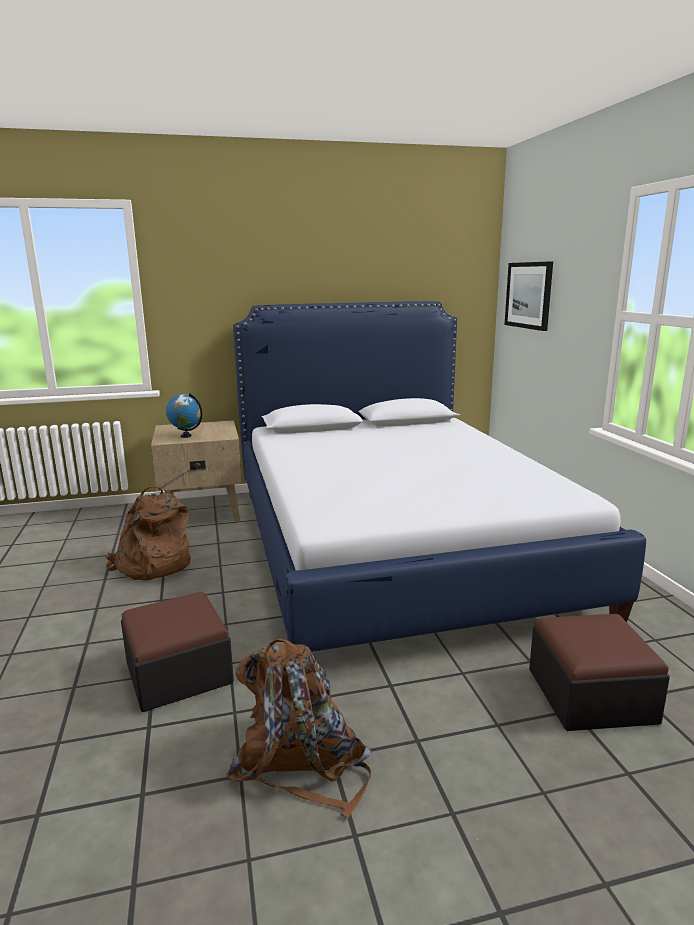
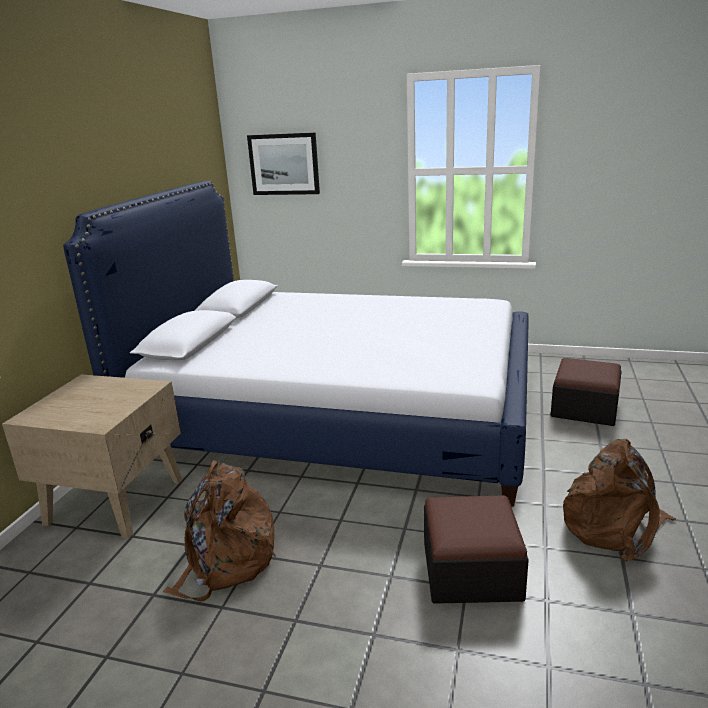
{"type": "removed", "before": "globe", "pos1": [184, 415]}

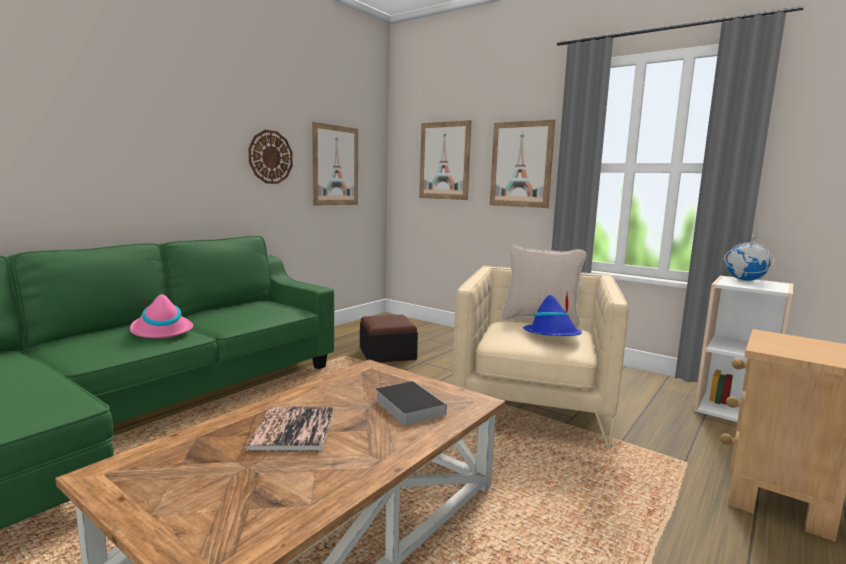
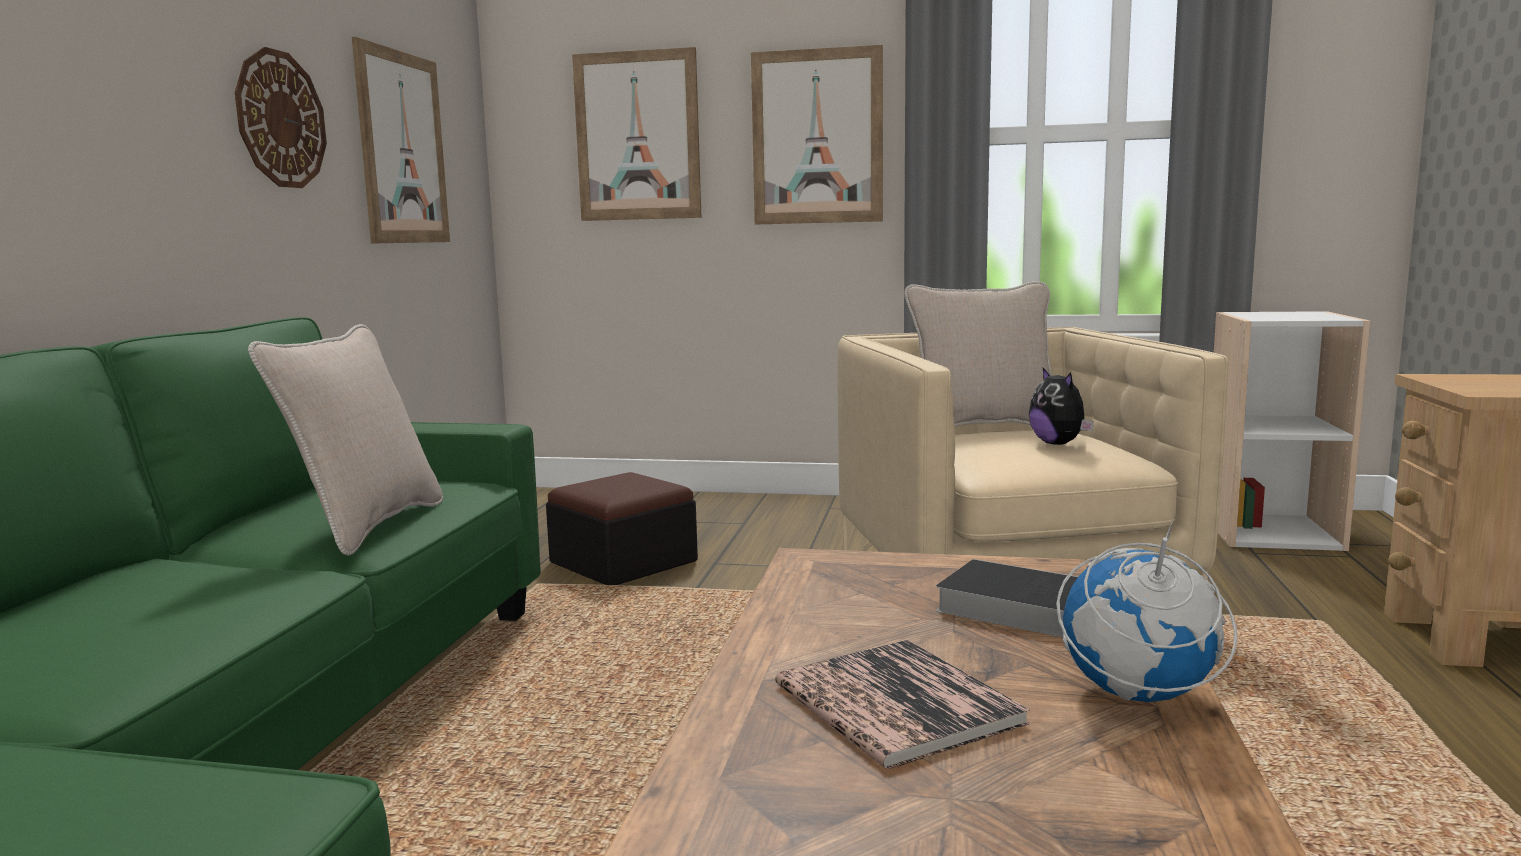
{"type": "removed", "before": "hat (pink)", "pos1": [161, 315]}
{"type": "replaced", "before": "hat (blue)", "after": "plush toy", "pos1": [552, 314], "pos2": [1061, 406]}
{"type": "moved", "before": "globe", "pos1": [749, 257], "pos2": [1146, 611]}
{"type": "added", "after": "pillow (beige)", "pos2": [345, 440]}

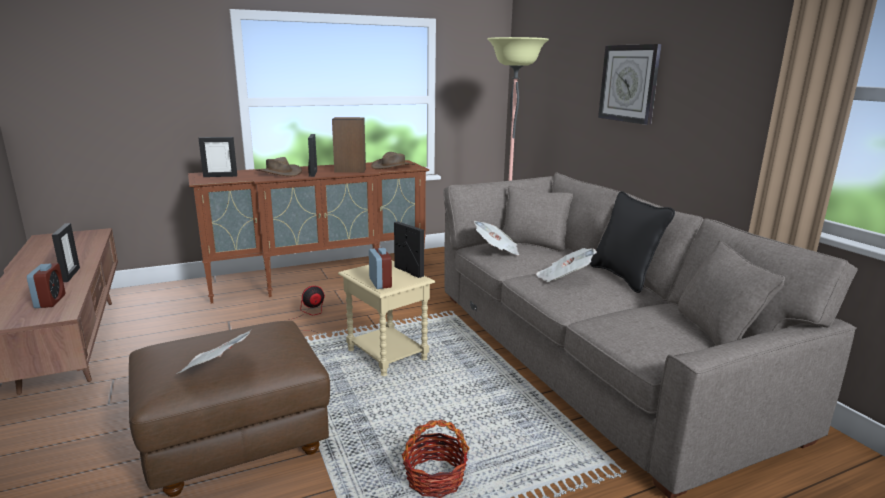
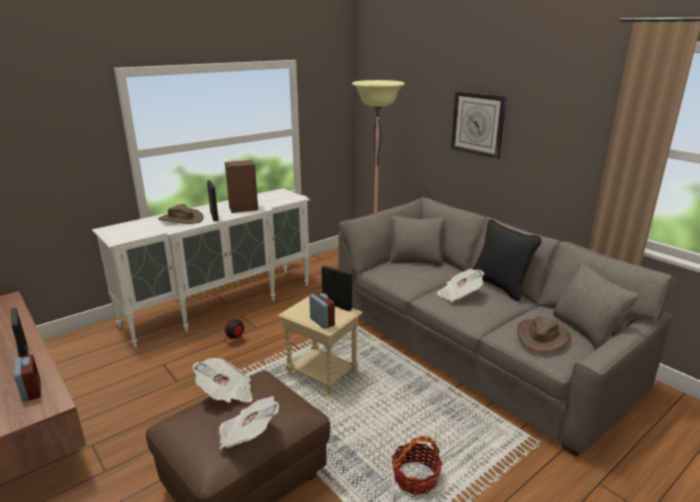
{"type": "recoloured", "before": "cabinet (brown)", "after": "cabinet (white)", "pos1": [308, 231], "pos2": [201, 268]}
{"type": "removed", "before": "picture frame", "pos1": [217, 157]}
{"type": "moved", "before": "hat (brown)", "pos1": [393, 160], "pos2": [544, 334]}
{"type": "moved", "before": "newspaper", "pos1": [496, 238], "pos2": [222, 380]}

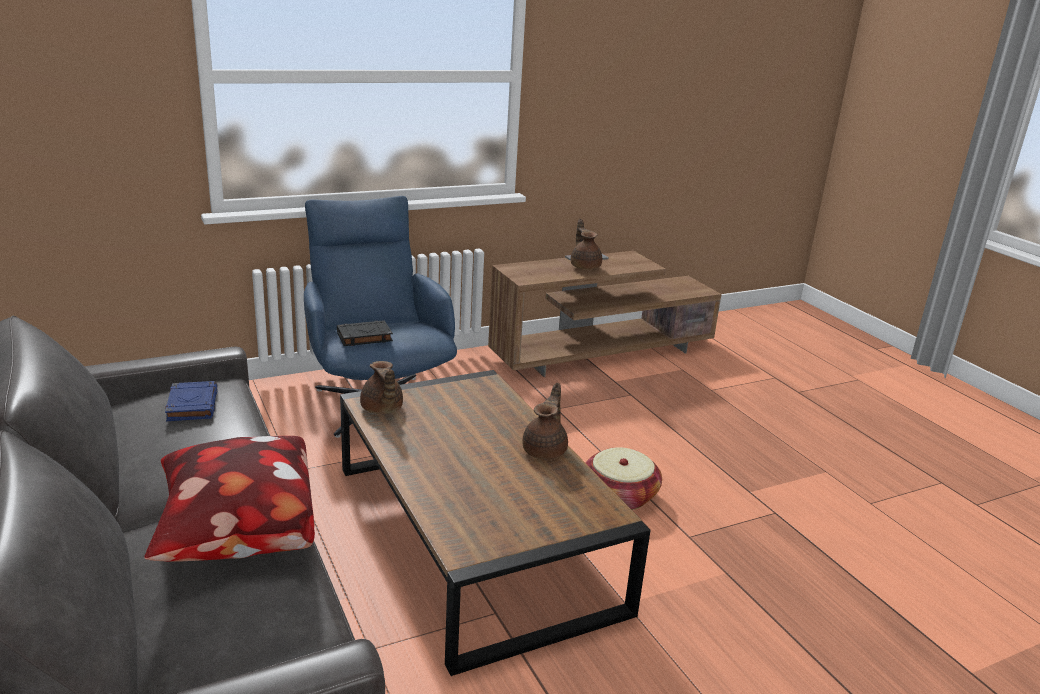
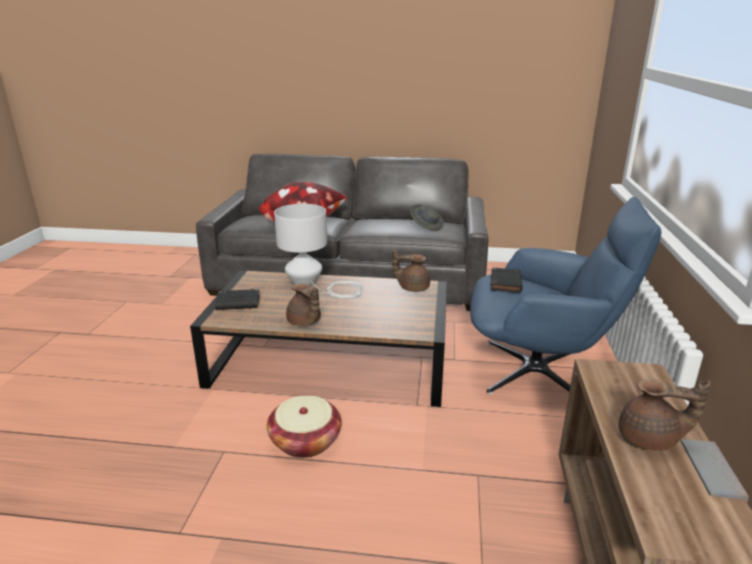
{"type": "replaced", "before": "book (blue)", "after": "hat (grey)", "pos1": [191, 401], "pos2": [427, 217]}
{"type": "added", "after": "book (black)", "pos2": [237, 299]}
{"type": "added", "after": "table lamp (white)", "pos2": [318, 251]}

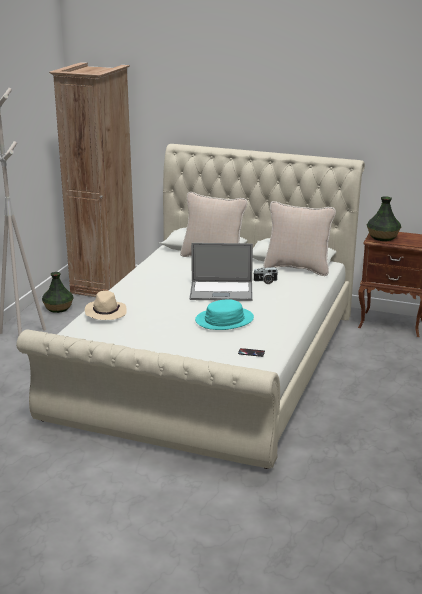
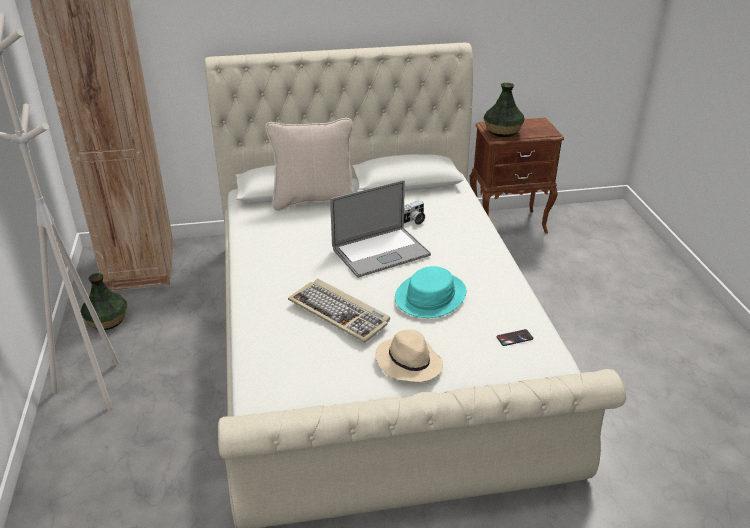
{"type": "moved", "before": "hat (beige)", "pos1": [106, 305], "pos2": [409, 355]}
{"type": "removed", "before": "pillow (beige)", "pos1": [299, 238]}
{"type": "added", "after": "keyboard", "pos2": [339, 311]}

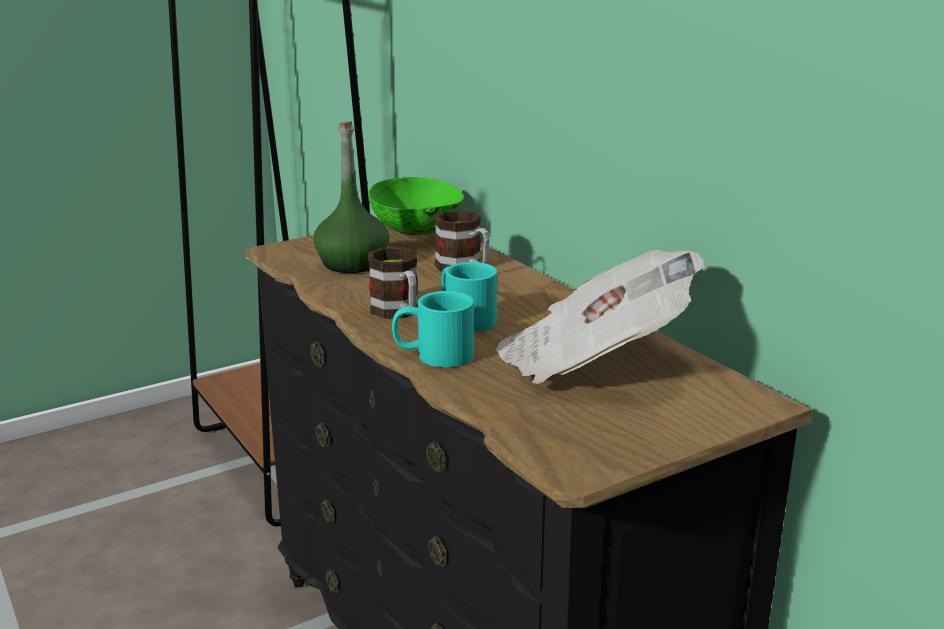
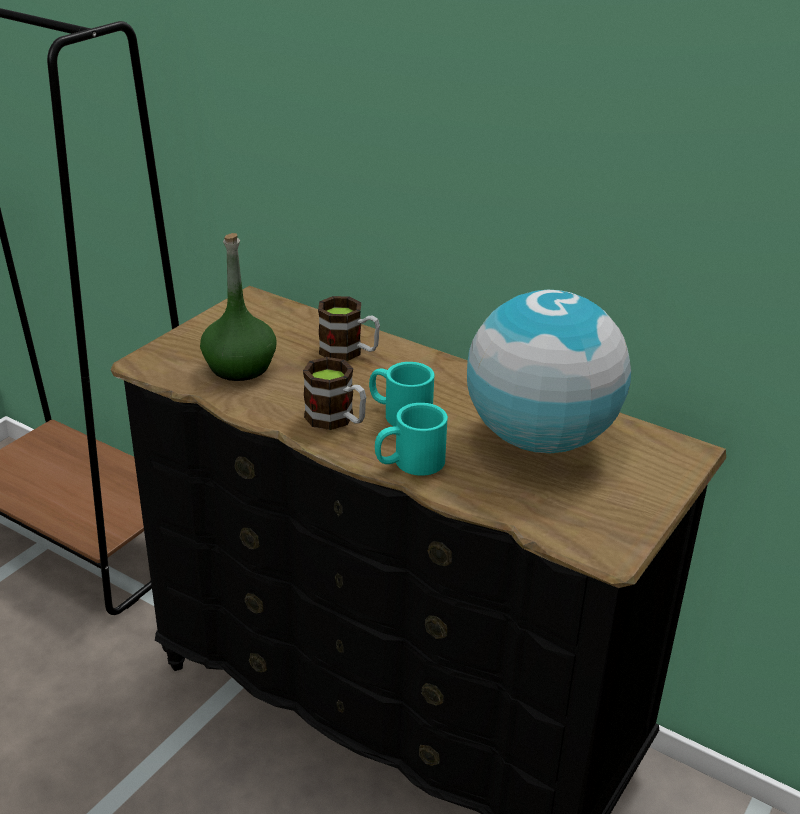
{"type": "removed", "before": "bowl (green)", "pos1": [416, 205]}
{"type": "replaced", "before": "newspaper", "after": "globe", "pos1": [600, 316], "pos2": [549, 371]}

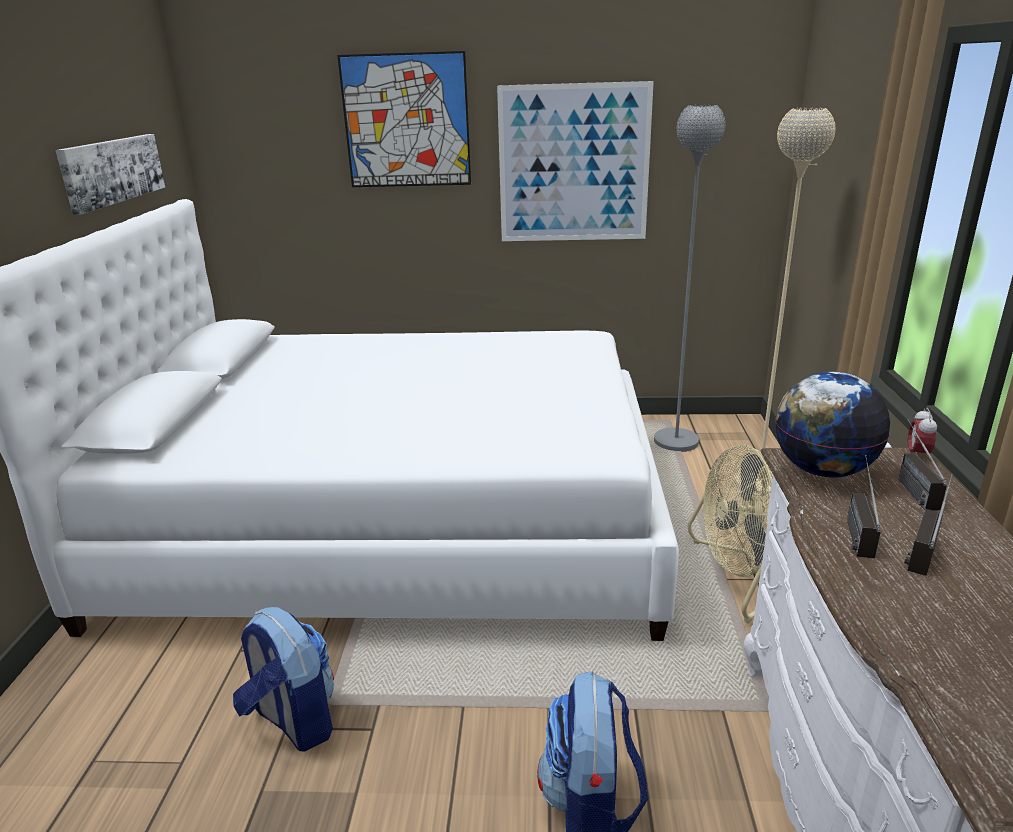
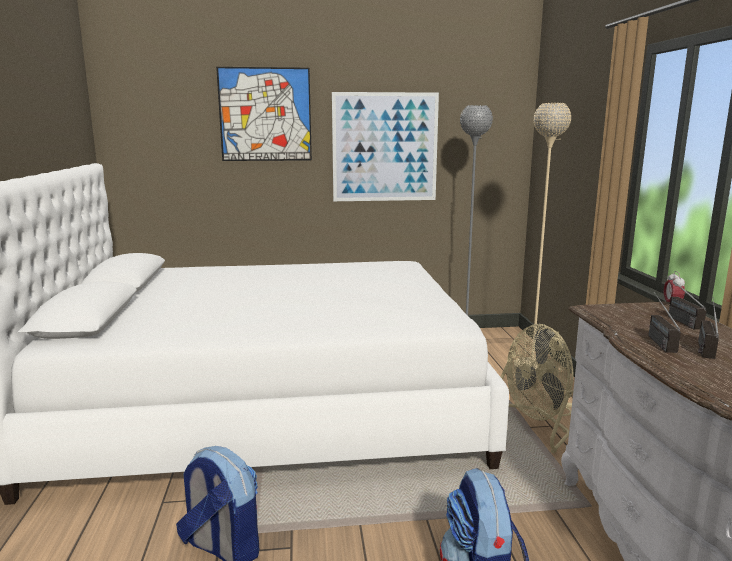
{"type": "removed", "before": "picture", "pos1": [110, 174]}
{"type": "removed", "before": "globe", "pos1": [832, 424]}

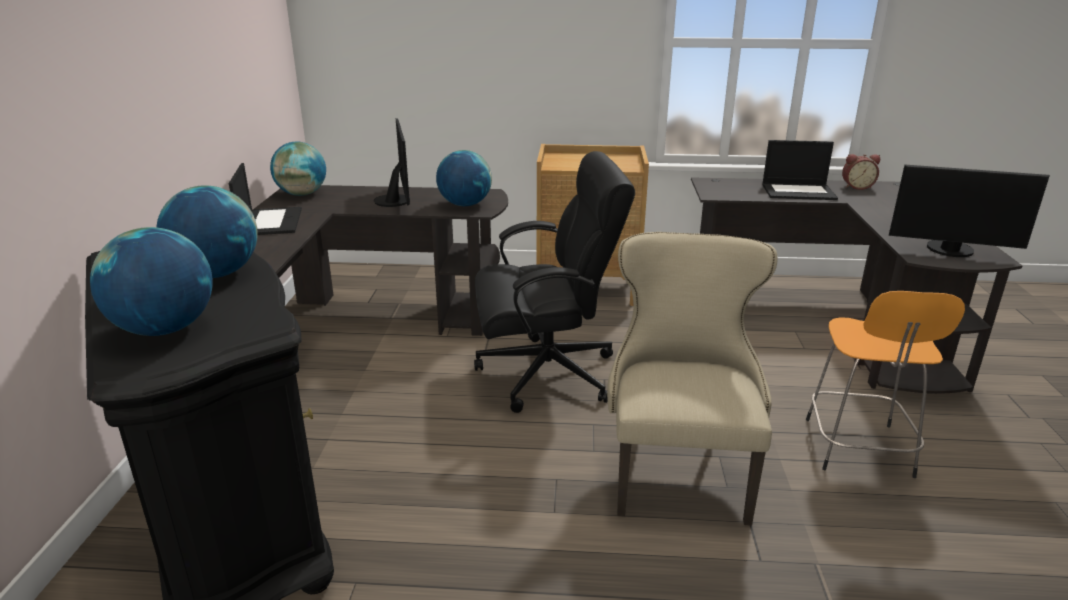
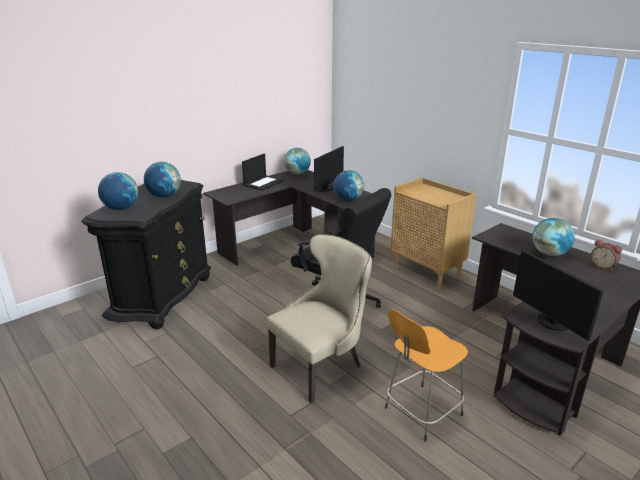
{"type": "replaced", "before": "laptop", "after": "globe", "pos1": [800, 170], "pos2": [553, 237]}

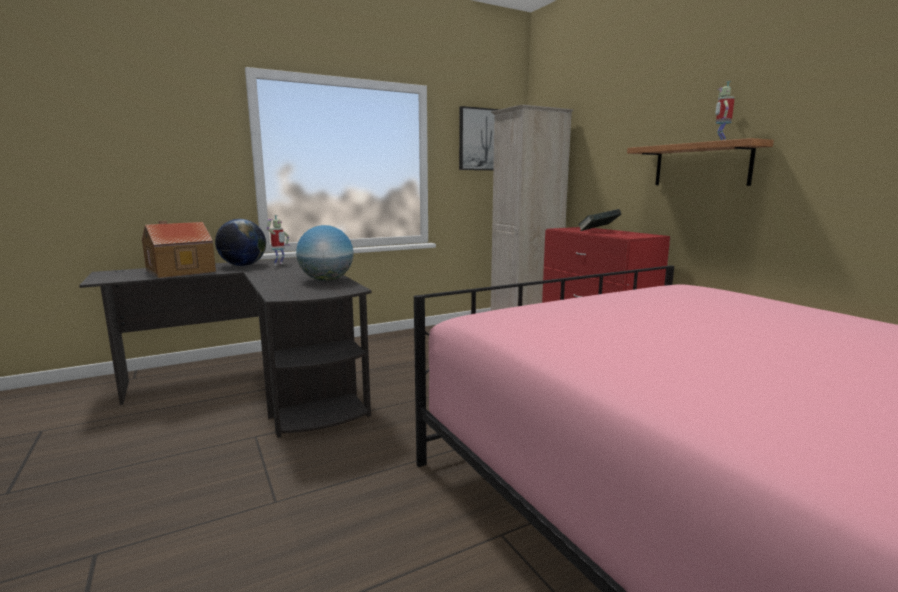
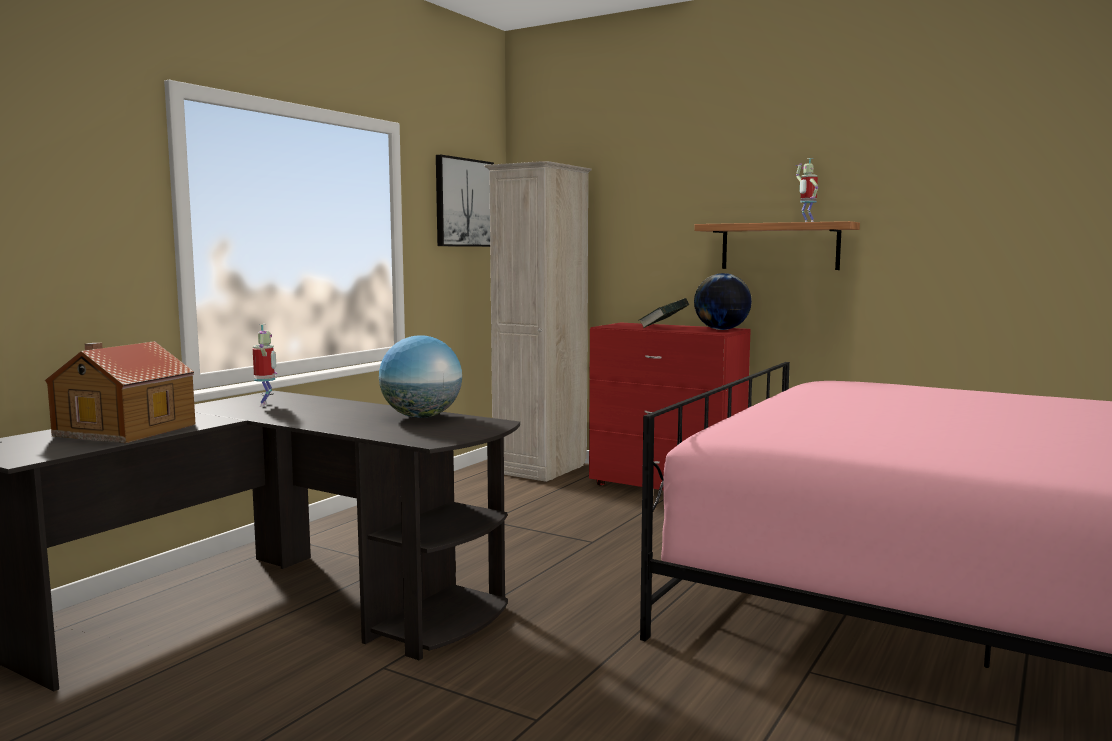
{"type": "moved", "before": "globe", "pos1": [240, 242], "pos2": [723, 301]}

